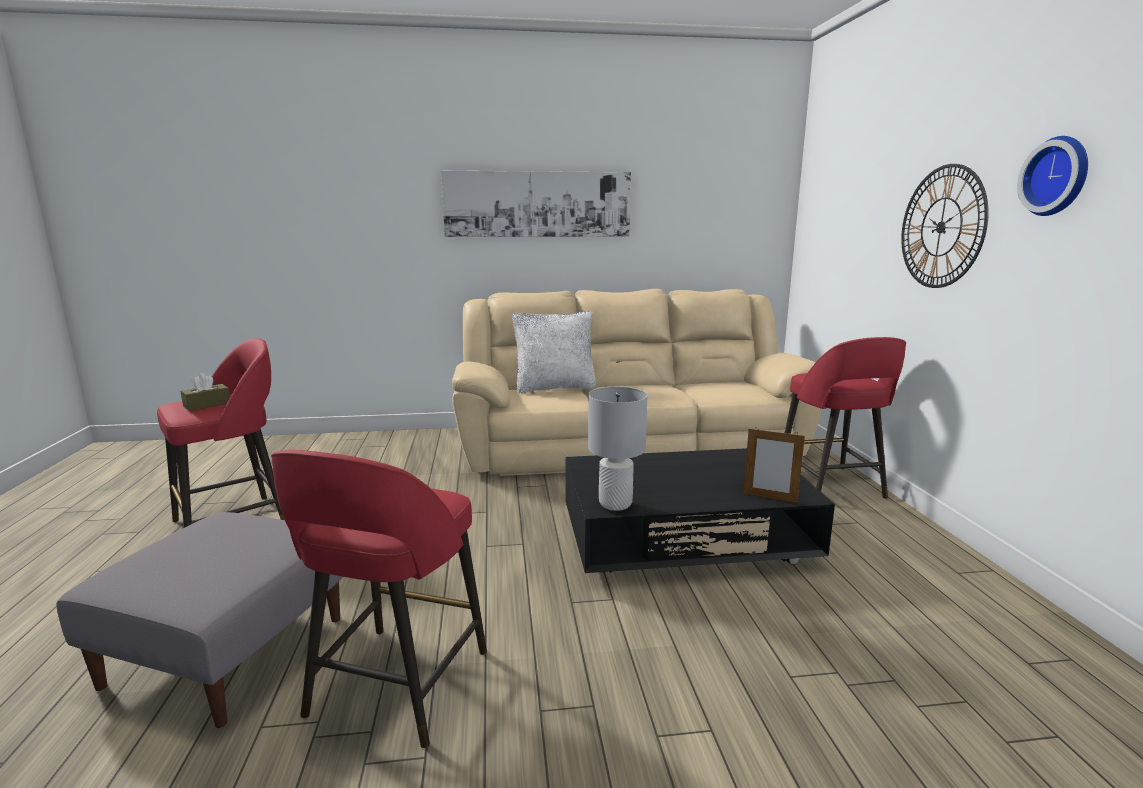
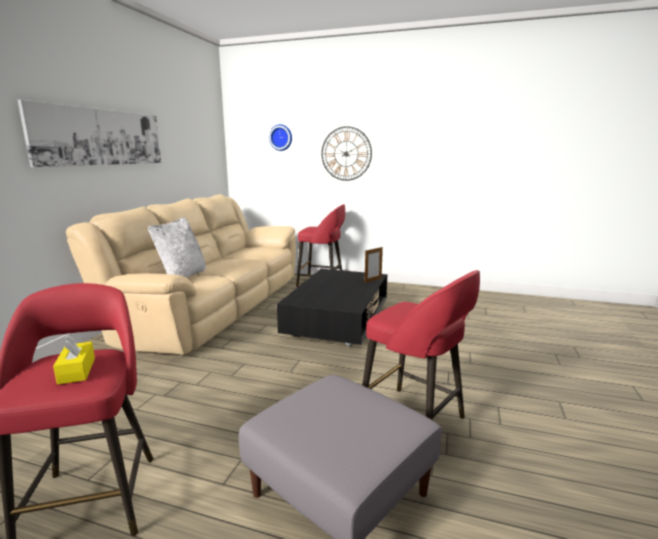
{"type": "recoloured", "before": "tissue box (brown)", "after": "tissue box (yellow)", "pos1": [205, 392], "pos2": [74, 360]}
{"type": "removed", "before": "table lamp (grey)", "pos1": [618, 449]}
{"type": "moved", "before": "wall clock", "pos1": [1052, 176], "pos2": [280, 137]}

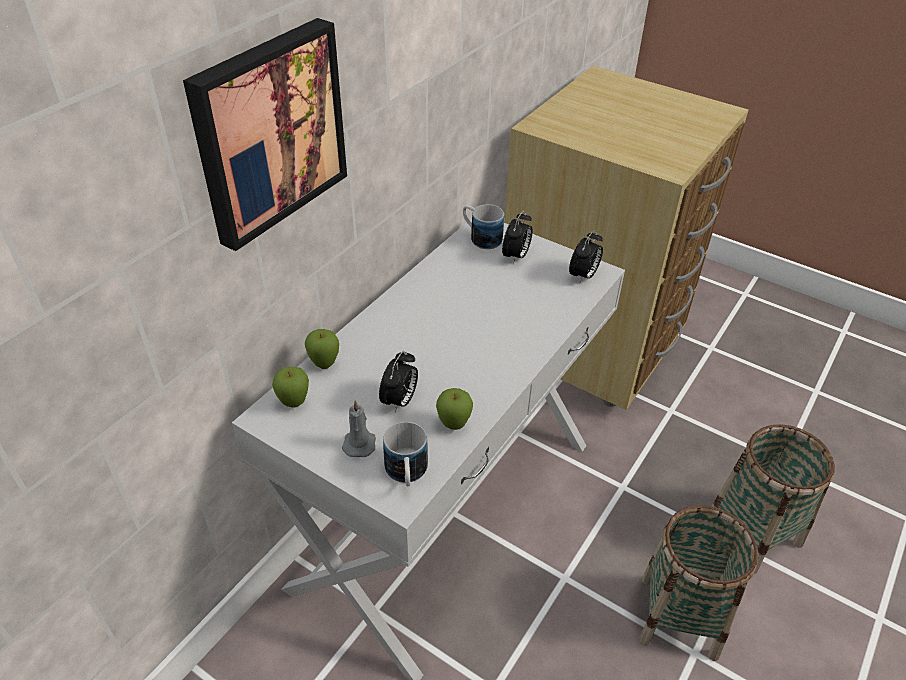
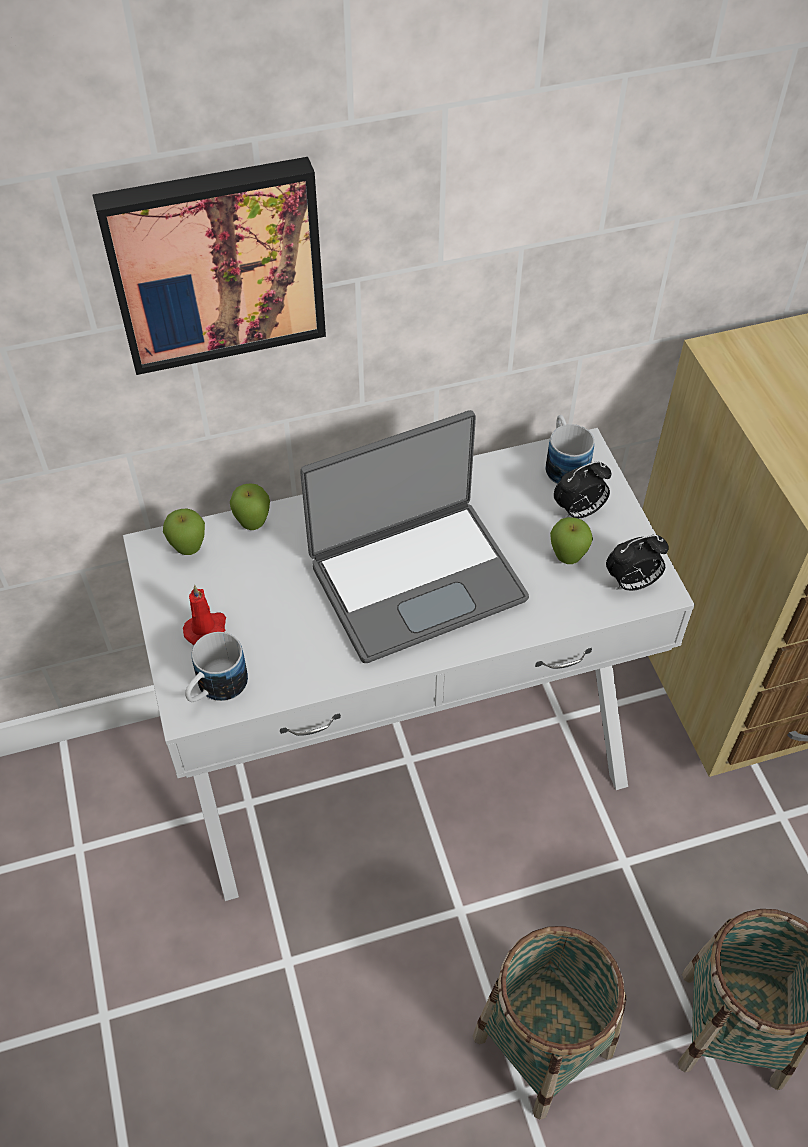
{"type": "recoloured", "before": "candle (grey)", "after": "candle (red)", "pos1": [359, 428], "pos2": [204, 615]}
{"type": "removed", "before": "alarm clock", "pos1": [398, 382]}
{"type": "moved", "before": "apple", "pos1": [454, 409], "pos2": [571, 540]}
{"type": "added", "after": "laptop", "pos2": [414, 536]}

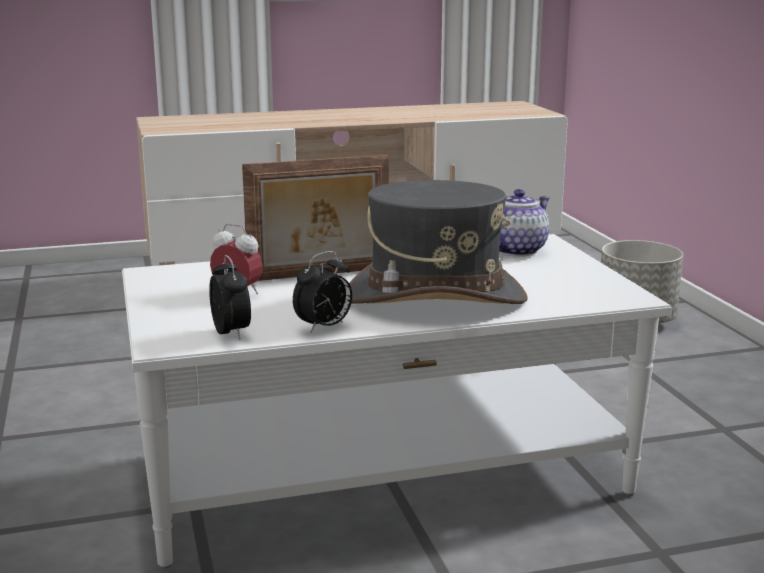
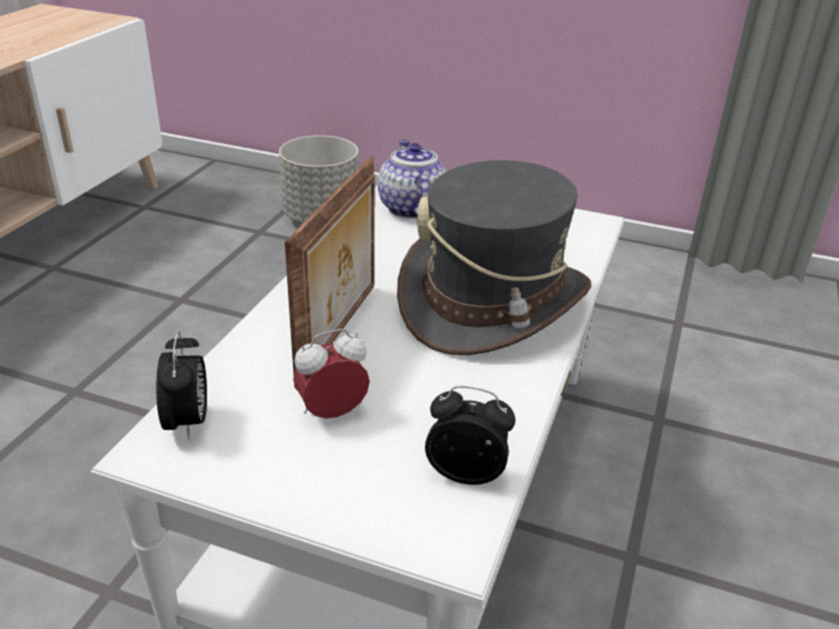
{"type": "moved", "before": "alarm clock", "pos1": [322, 292], "pos2": [181, 385]}

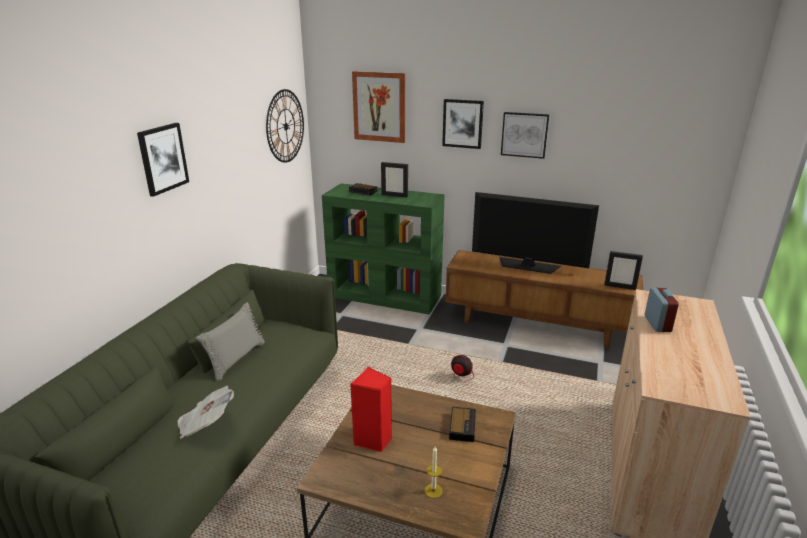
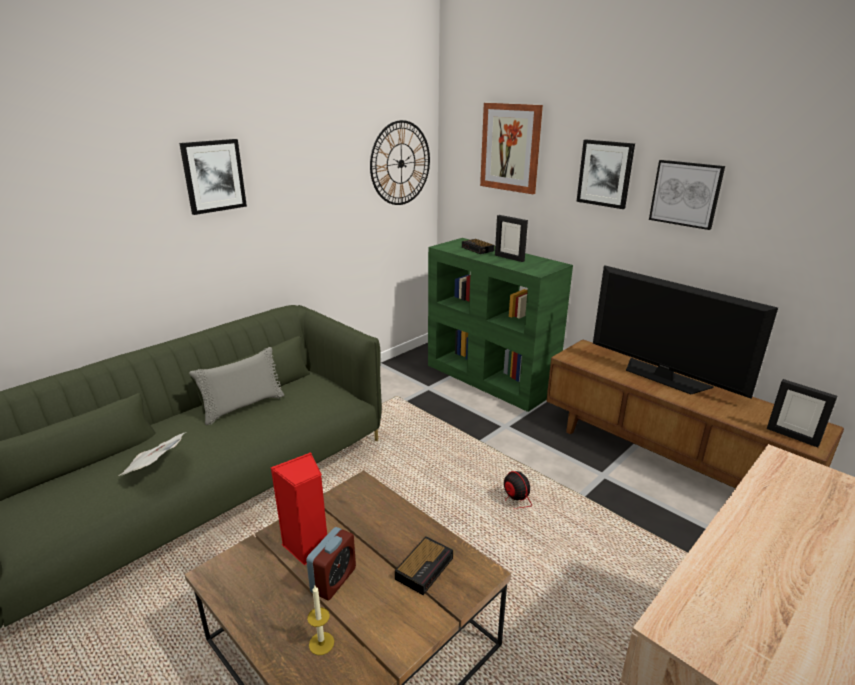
{"type": "moved", "before": "alarm clock", "pos1": [662, 310], "pos2": [331, 563]}

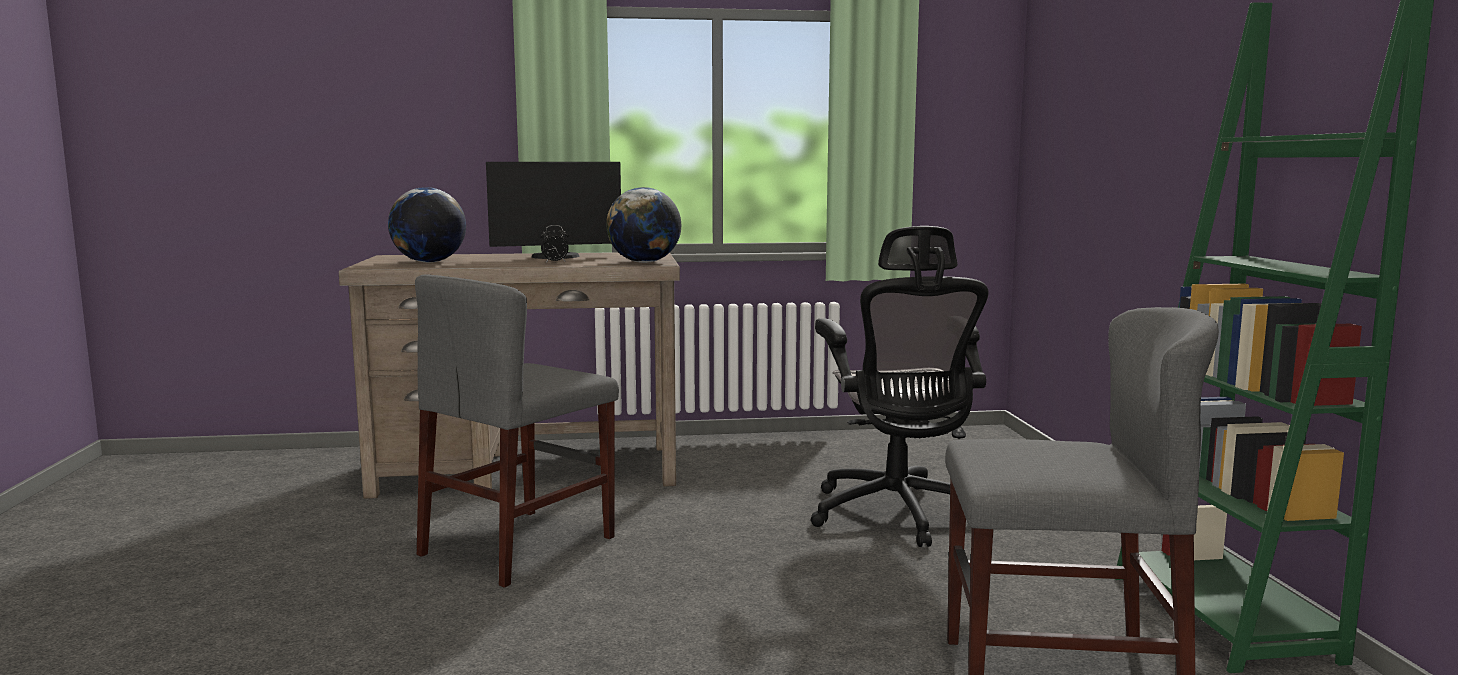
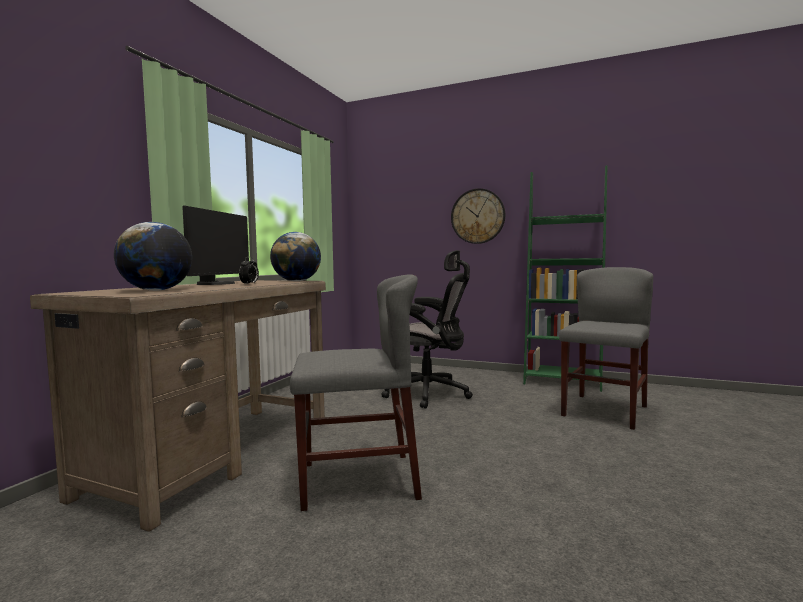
{"type": "turned", "before": "chair (grey)", "pos1": [517, 431], "pos2": [356, 392], "turn": -75}
{"type": "added", "after": "wall clock", "pos2": [478, 216]}

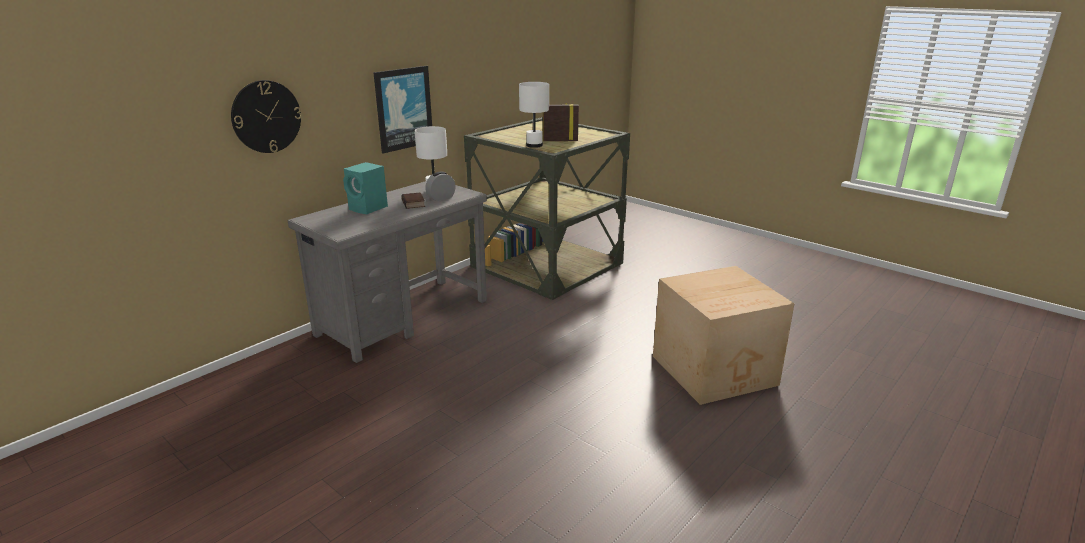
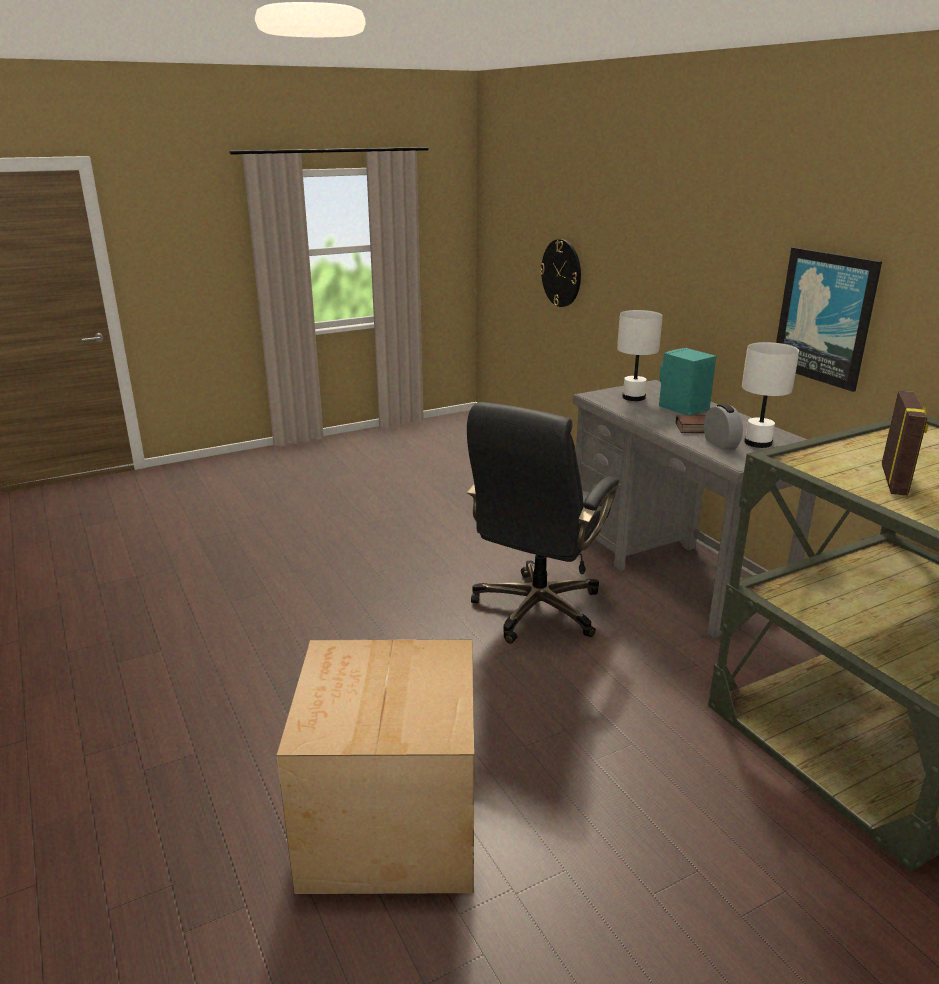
{"type": "moved", "before": "wall clock", "pos1": [266, 116], "pos2": [560, 273]}
{"type": "moved", "before": "table lamp (white)", "pos1": [534, 115], "pos2": [640, 355]}
{"type": "added", "after": "office chair (black)", "pos2": [543, 522]}

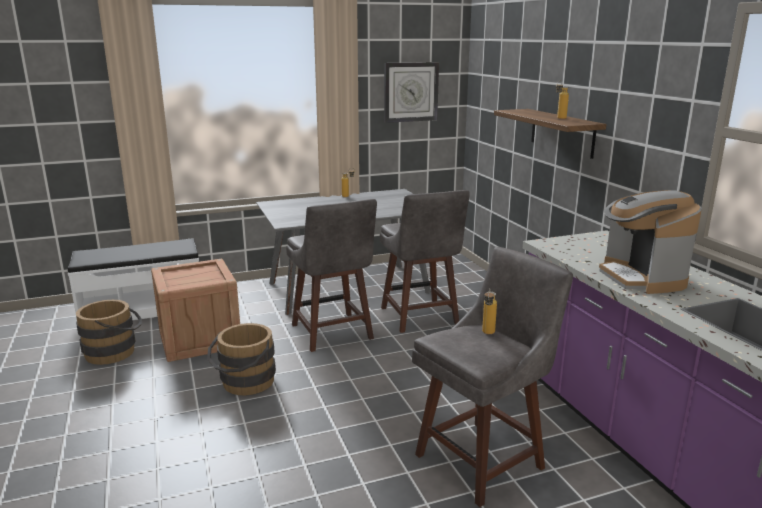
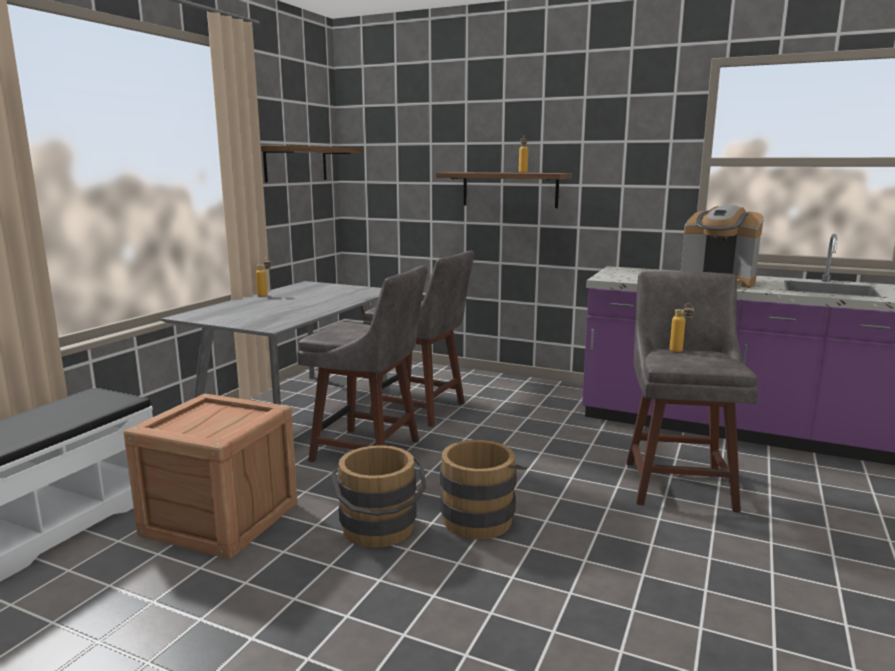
{"type": "moved", "before": "bucket (brown)", "pos1": [109, 332], "pos2": [483, 489]}
{"type": "replaced", "before": "wall clock", "after": "shelf", "pos1": [411, 92], "pos2": [312, 163]}

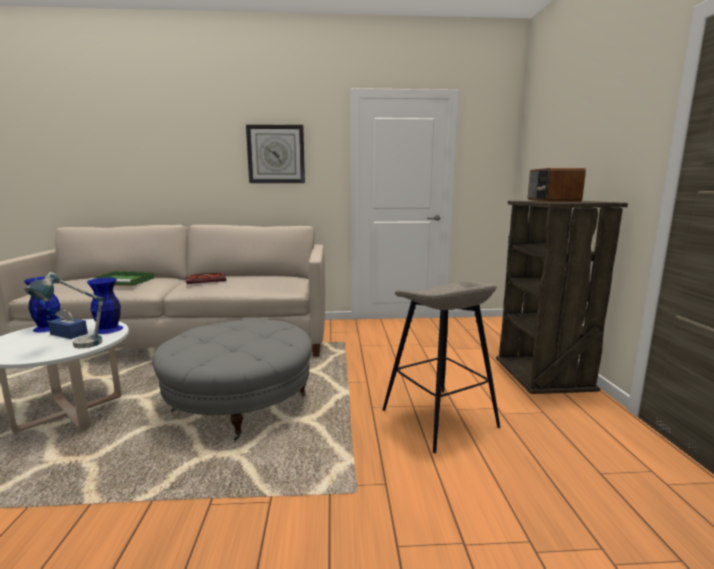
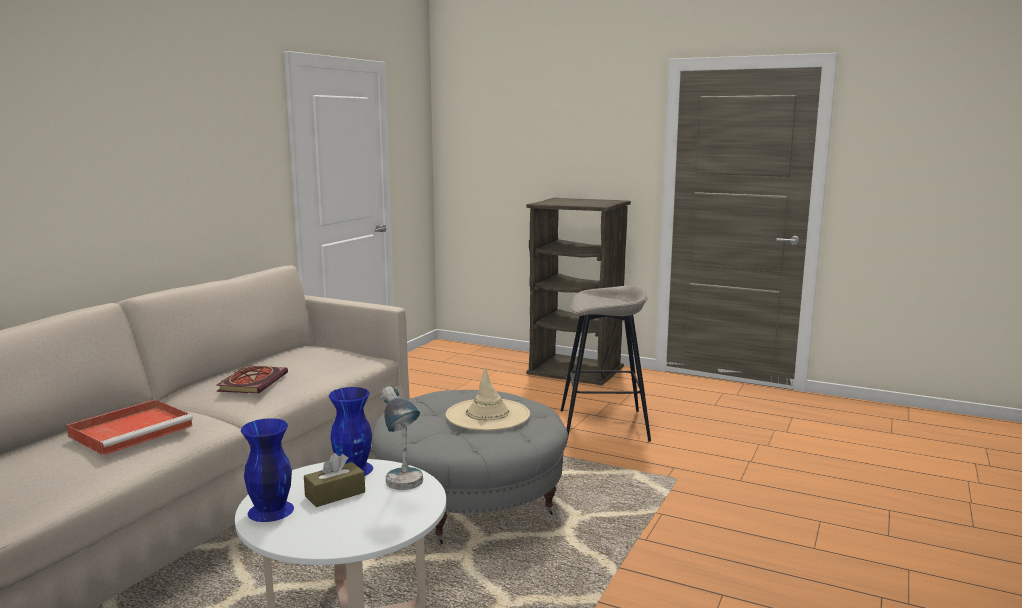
{"type": "recoloured", "before": "tissue box (blue)", "after": "tissue box (brown)", "pos1": [68, 323], "pos2": [334, 480]}
{"type": "recoloured", "before": "tray (green)", "after": "tray (red)", "pos1": [121, 278], "pos2": [130, 427]}
{"type": "removed", "before": "wall clock", "pos1": [275, 153]}
{"type": "removed", "before": "radio", "pos1": [557, 185]}
{"type": "added", "after": "hat (beige)", "pos2": [488, 399]}

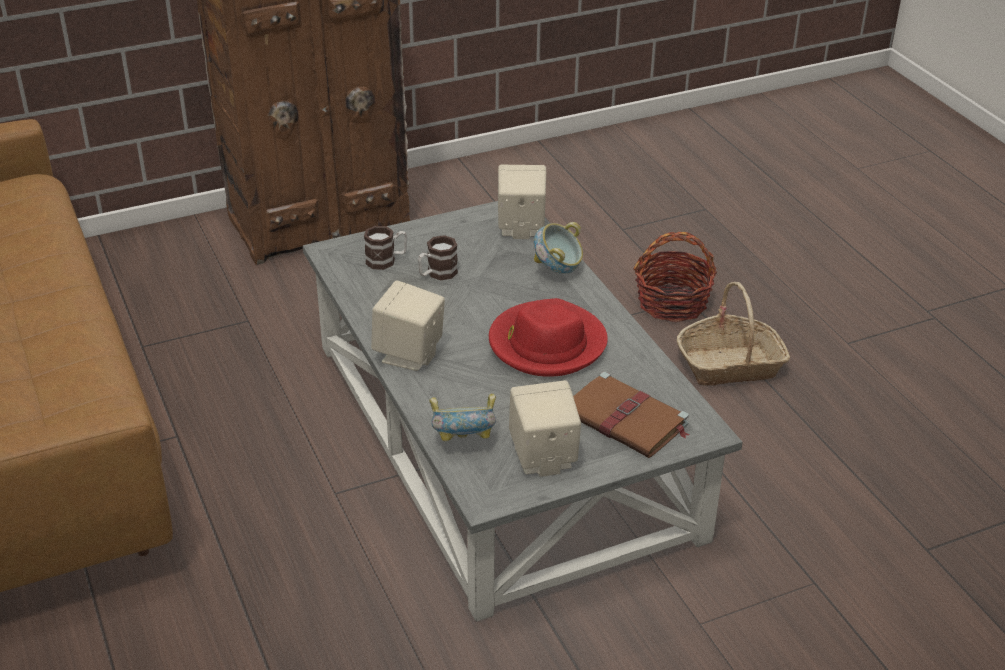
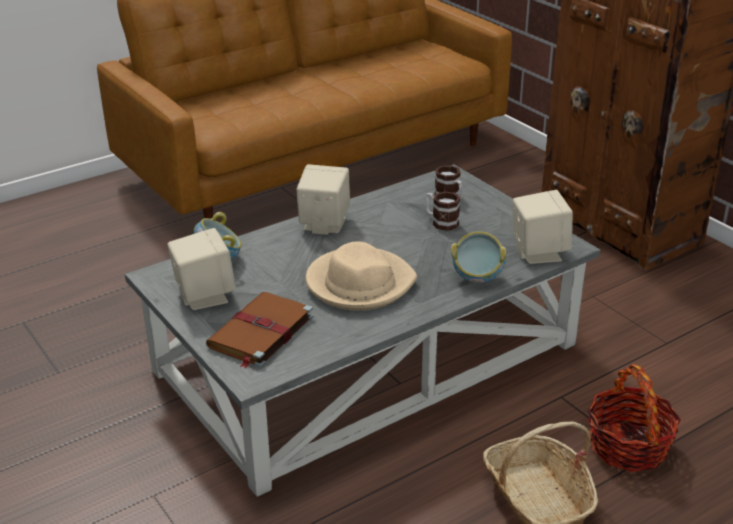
{"type": "recoloured", "before": "hat (red)", "after": "hat (beige)", "pos1": [548, 337], "pos2": [361, 275]}

